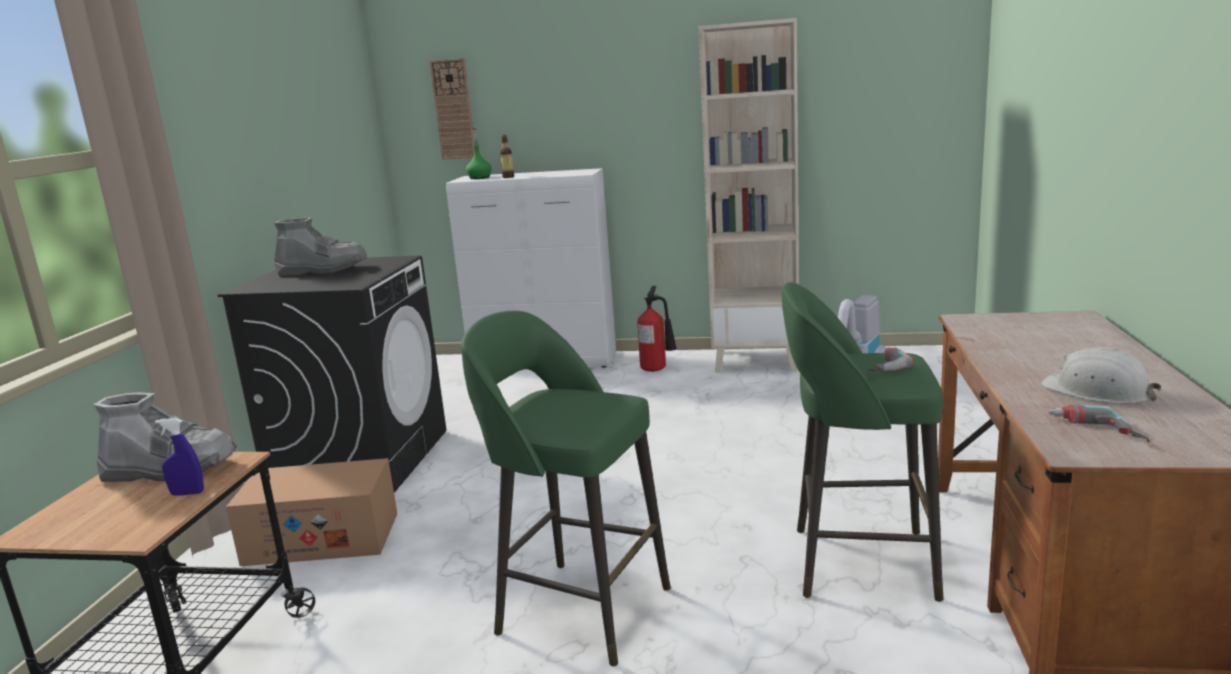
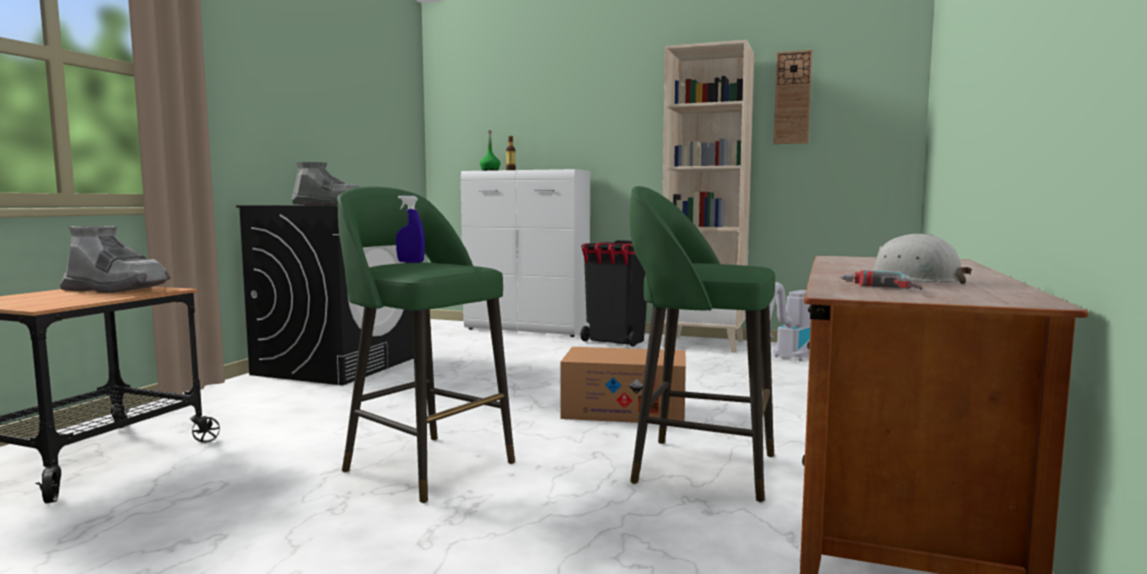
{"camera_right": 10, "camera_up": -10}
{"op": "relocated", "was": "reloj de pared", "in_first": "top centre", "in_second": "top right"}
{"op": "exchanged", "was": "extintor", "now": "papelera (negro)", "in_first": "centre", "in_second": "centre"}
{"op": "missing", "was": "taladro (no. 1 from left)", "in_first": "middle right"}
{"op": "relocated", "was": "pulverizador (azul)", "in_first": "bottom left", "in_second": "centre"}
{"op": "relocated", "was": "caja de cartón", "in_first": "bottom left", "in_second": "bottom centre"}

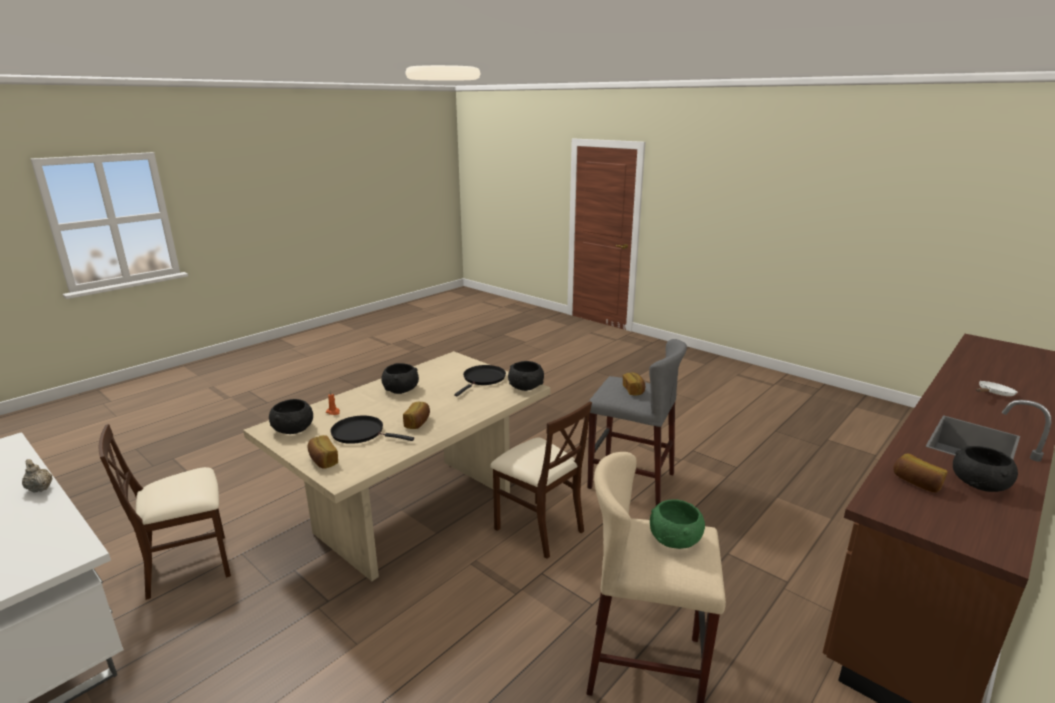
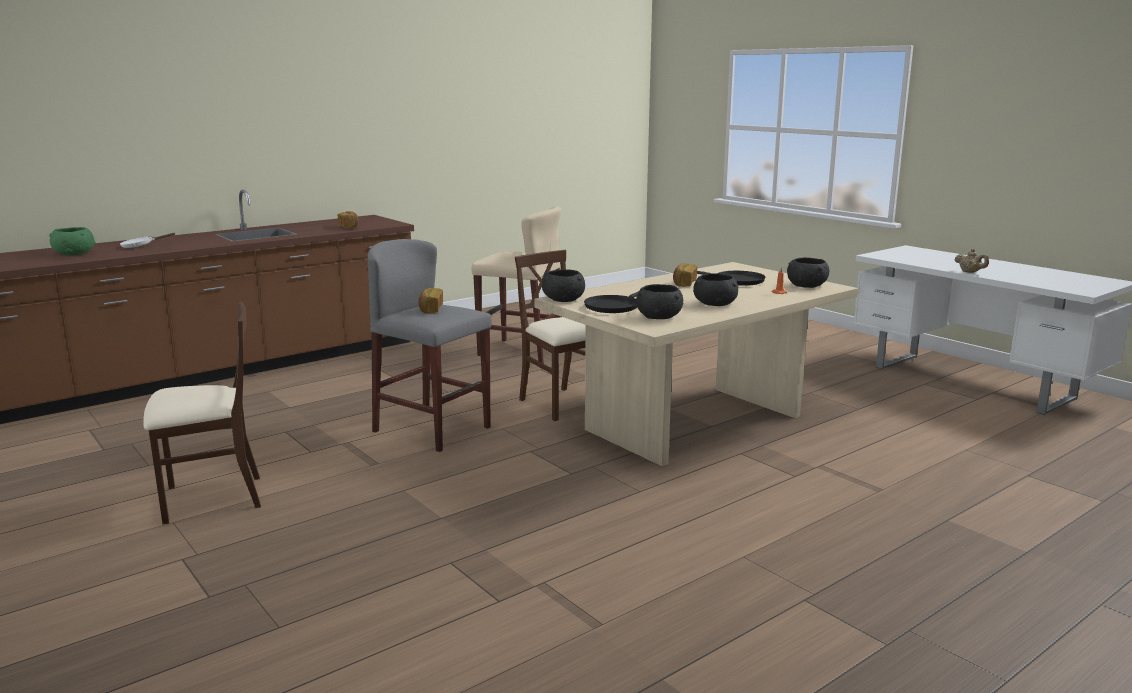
{"camera_right": -170, "camera_up": -5}
{"op": "relocated", "was": "silla (beis) (no. 1 from left)", "in_first": "bottom left", "in_second": "middle left"}
{"op": "missing", "was": "pan (no. 1 from left)", "in_first": "middle left"}
{"op": "relocated", "was": "cuenco (negro) (no. 4 from left in the first image)", "now": "cuenco (negro) (no. 2 from left)", "in_first": "bottom right", "in_second": "centre"}
{"op": "relocated", "was": "cuenco (verde)", "in_first": "bottom centre", "in_second": "middle left"}

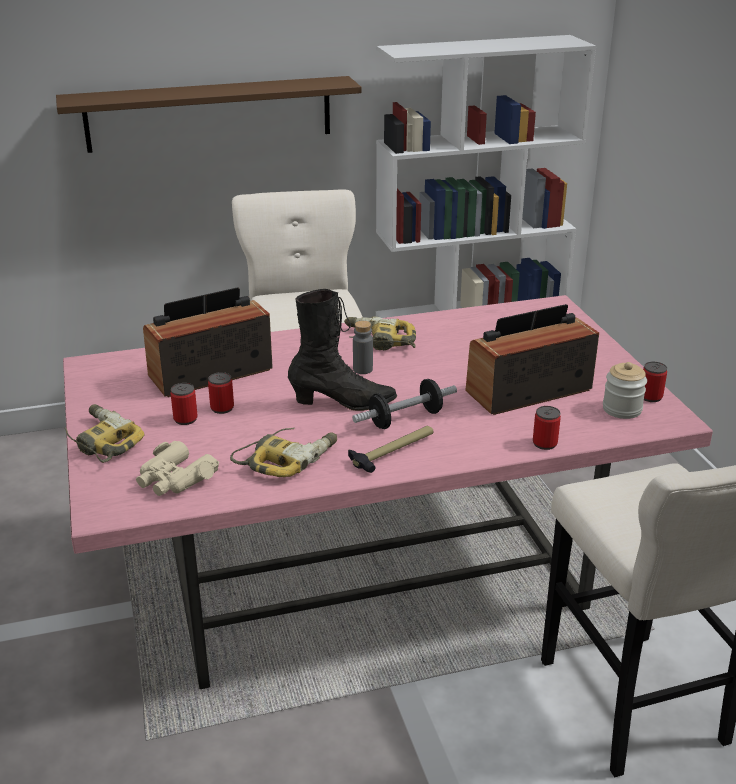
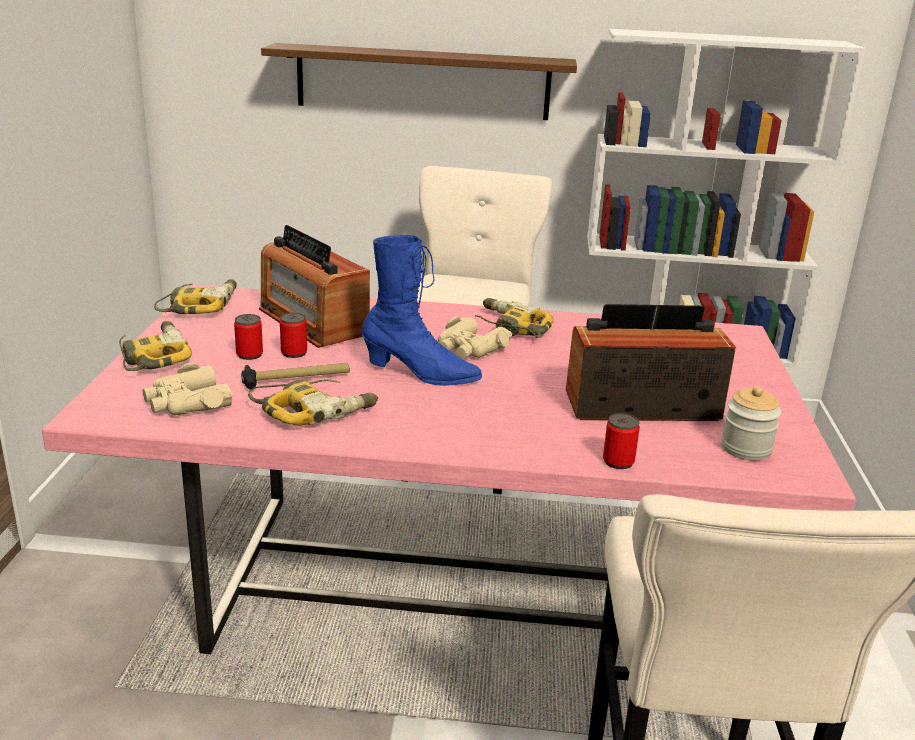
{"camera_right": 20, "camera_up": -5}
{"op": "spun", "was": "radio (no. 1 from left)", "in_first": "middle left", "in_second": "centre", "clockwise": -120}
{"op": "colour", "was": "bota (negro)", "now": "bota (azul)", "in_first": "centre", "in_second": "centre"}
{"op": "exchanged", "was": "botella (gris)", "now": "prismáticos (beis) (no. 2 from left)", "in_first": "centre", "in_second": "centre"}
{"op": "missing", "was": "lata (no. 4 from left)", "in_first": "middle right"}
{"op": "missing", "was": "mancuerna", "in_first": "centre"}
{"op": "relocated", "was": "martillo", "in_first": "centre", "in_second": "middle left"}
{"op": "appeared", "now": "taladro (no. 2 from left)", "in_second": "middle left"}

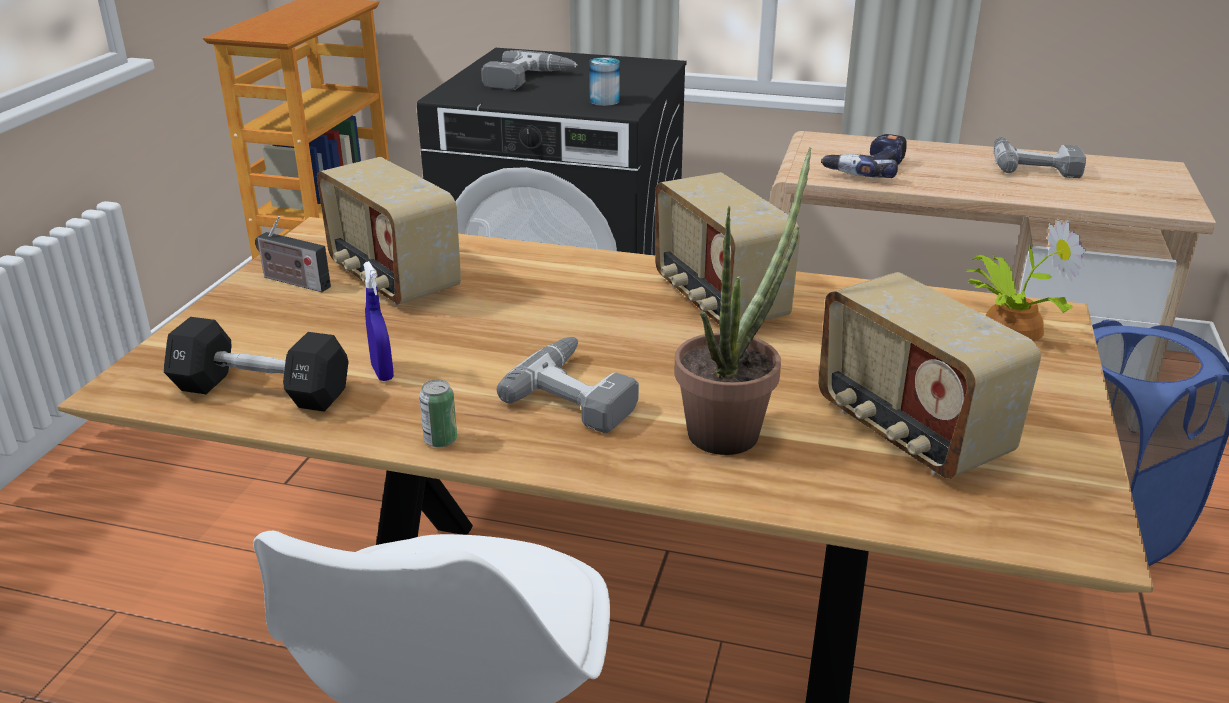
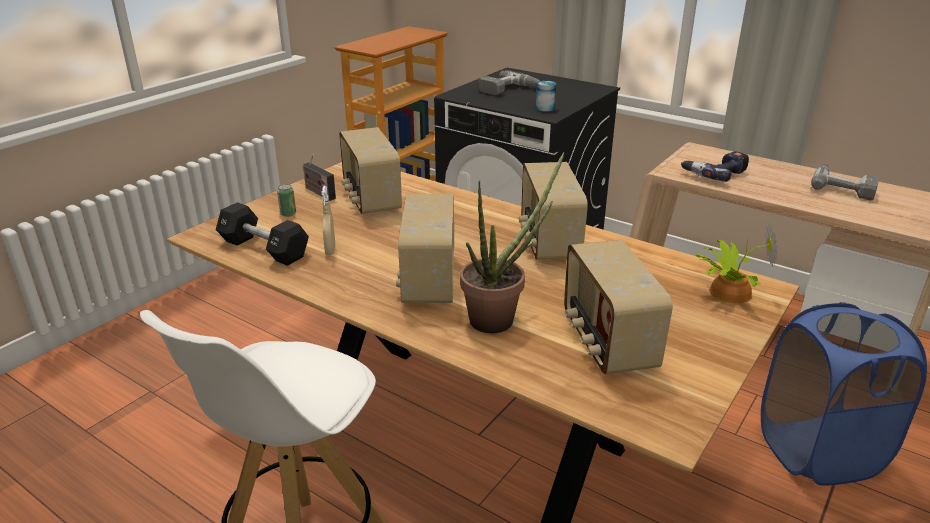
{"camera_right": 20, "camera_up": 0}
{"op": "colour", "was": "pulverizador (azul)", "now": "pulverizador (beis)", "in_first": "middle left", "in_second": "centre"}
{"op": "exchanged", "was": "taladro (no. 2 from left)", "now": "radio (no. 3 from left)", "in_first": "centre", "in_second": "centre"}
{"op": "relocated", "was": "lata (no. 1 from left)", "in_first": "centre", "in_second": "middle left"}

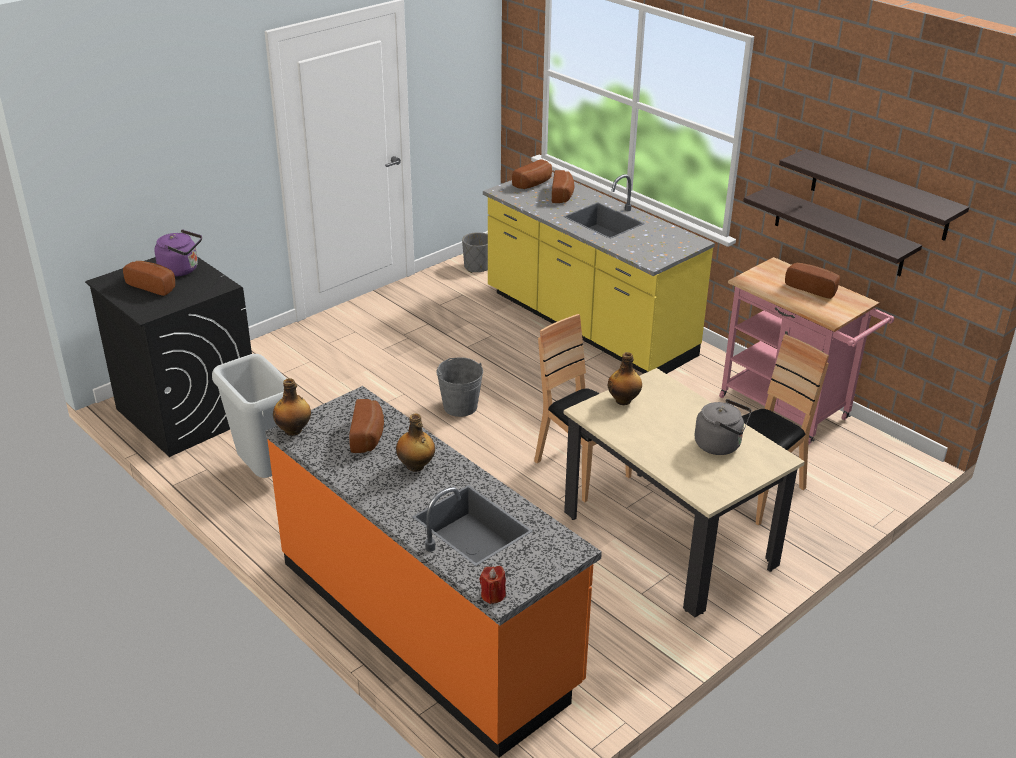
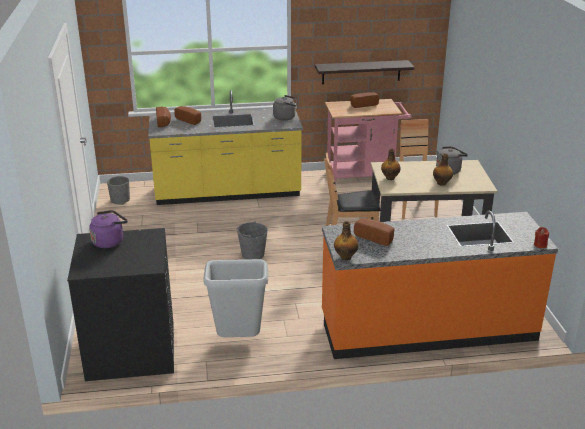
{"camera_right": -55, "camera_up": -5}
{"op": "missing", "was": "estante (no. 2 from left)", "in_first": "top right"}
{"op": "missing", "was": "pan (no. 1 from left)", "in_first": "middle left"}
{"op": "relocated", "was": "botella (no. 2 from left in the first image)", "now": "botella (no. 3 from left)", "in_first": "centre", "in_second": "middle right"}
{"op": "appeared", "now": "hervidor (gris) (no. 1 from left)", "in_second": "top centre"}

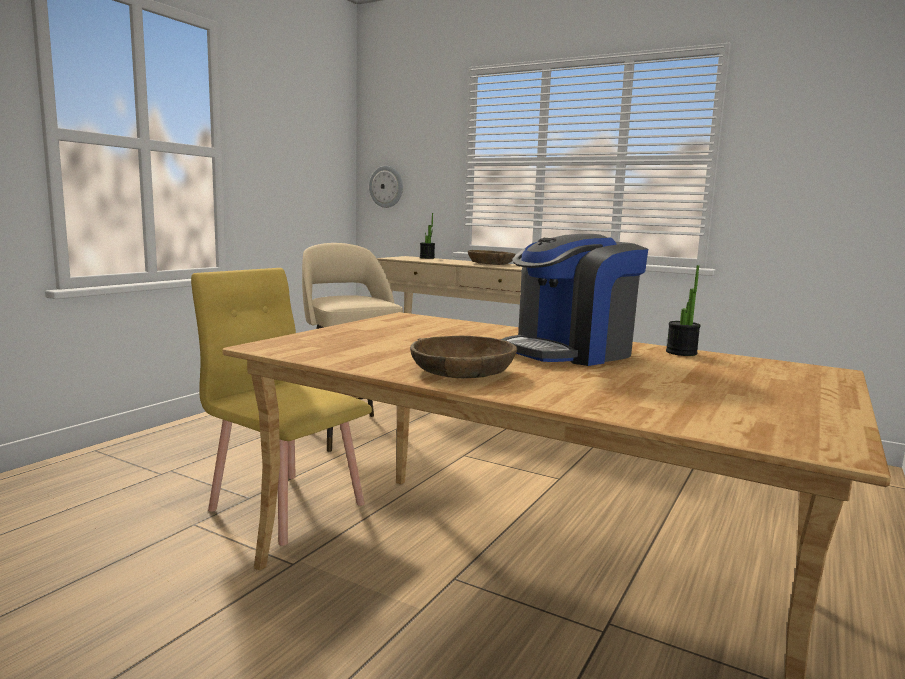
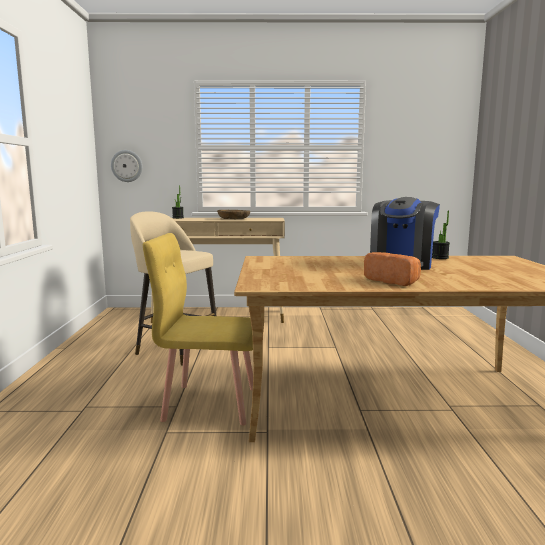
{"camera_right": -30, "camera_up": 0}
{"op": "exchanged", "was": "cuenco (marrón) (no. 1 from left)", "now": "pan", "in_first": "centre", "in_second": "middle right"}

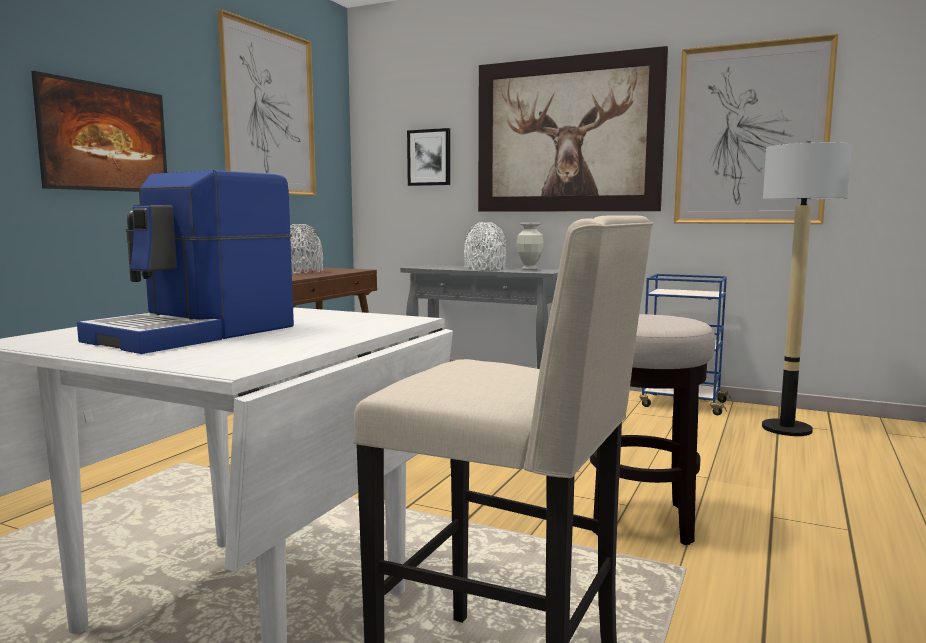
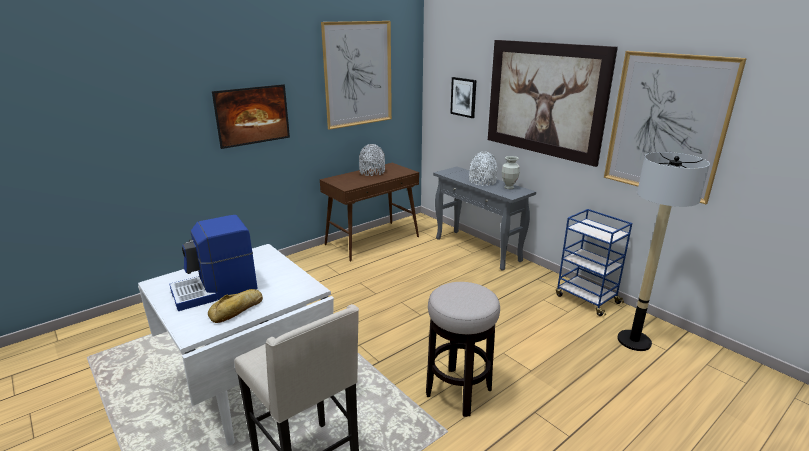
{"camera_right": 25, "camera_up": 15}
{"op": "appeared", "now": "pan", "in_second": "bottom left"}

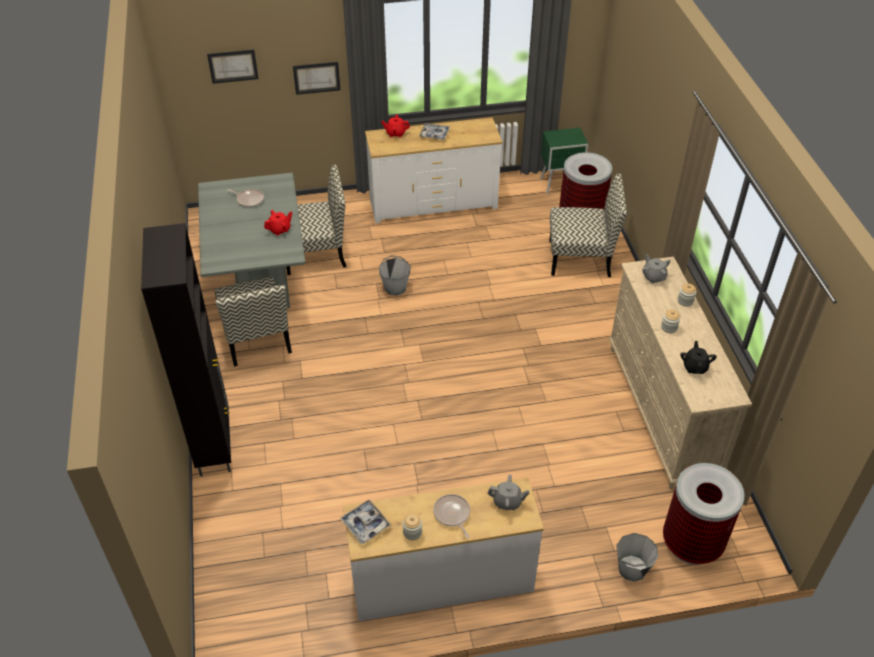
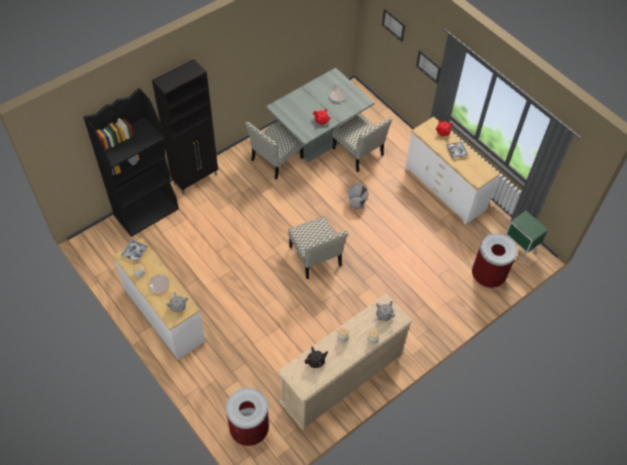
{"camera_right": 60, "camera_up": 10}
{"op": "relocated", "was": "silla (no. 3 from left in the first image)", "now": "silla (no. 2 from left)", "in_first": "middle right", "in_second": "centre"}
{"op": "missing", "was": "cubo (gris) (no. 2 from left)", "in_first": "bottom right"}
{"op": "appeared", "now": "estantería (negro)", "in_second": "middle left"}

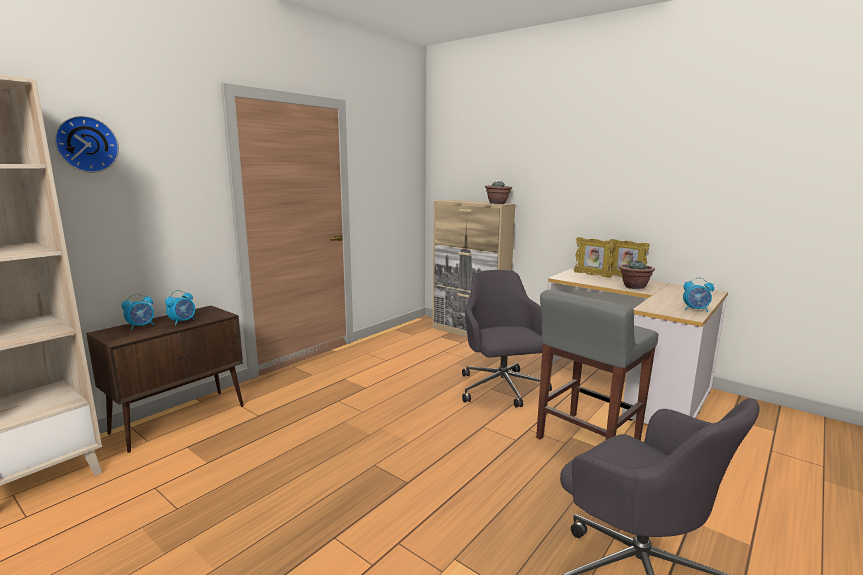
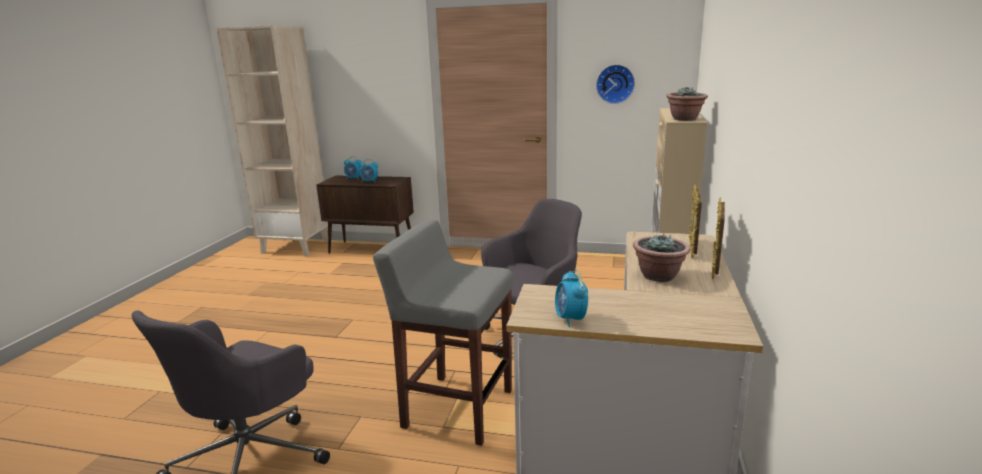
{"camera_right": 65, "camera_up": 5}
{"op": "relocated", "was": "reloj de pared", "in_first": "top left", "in_second": "top centre"}

